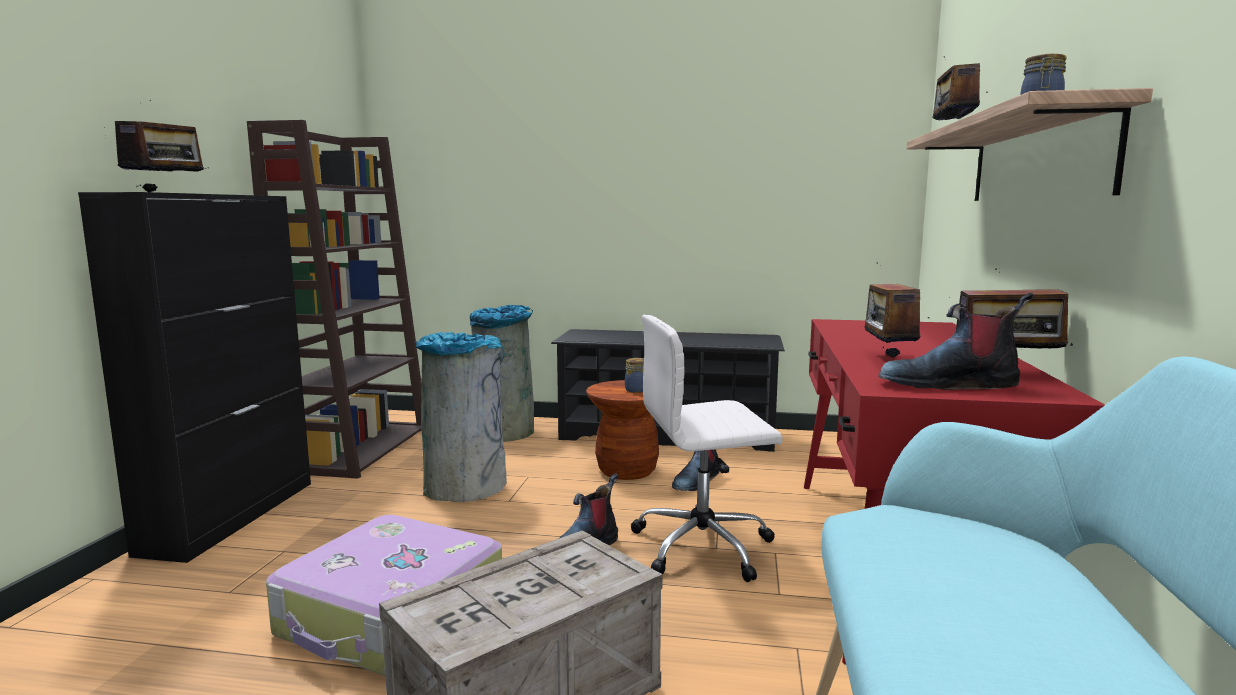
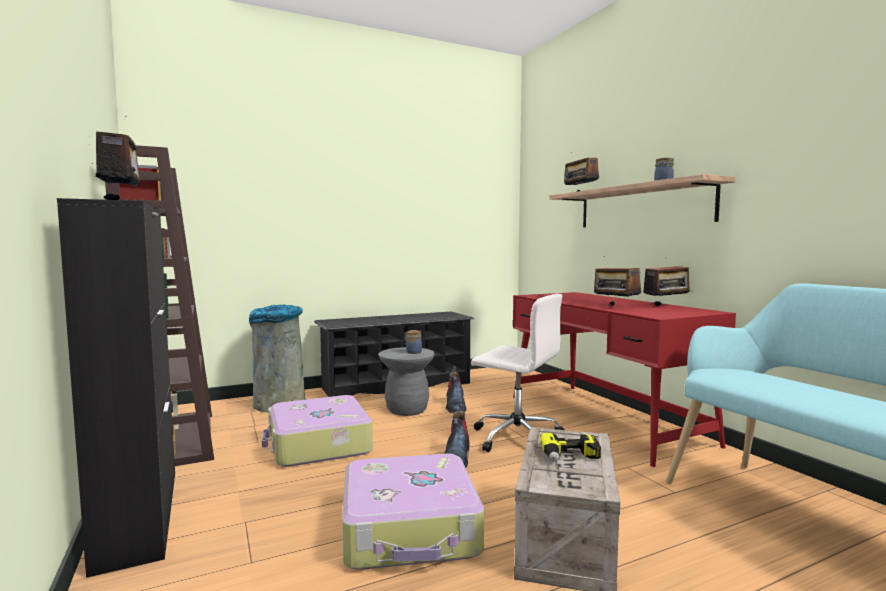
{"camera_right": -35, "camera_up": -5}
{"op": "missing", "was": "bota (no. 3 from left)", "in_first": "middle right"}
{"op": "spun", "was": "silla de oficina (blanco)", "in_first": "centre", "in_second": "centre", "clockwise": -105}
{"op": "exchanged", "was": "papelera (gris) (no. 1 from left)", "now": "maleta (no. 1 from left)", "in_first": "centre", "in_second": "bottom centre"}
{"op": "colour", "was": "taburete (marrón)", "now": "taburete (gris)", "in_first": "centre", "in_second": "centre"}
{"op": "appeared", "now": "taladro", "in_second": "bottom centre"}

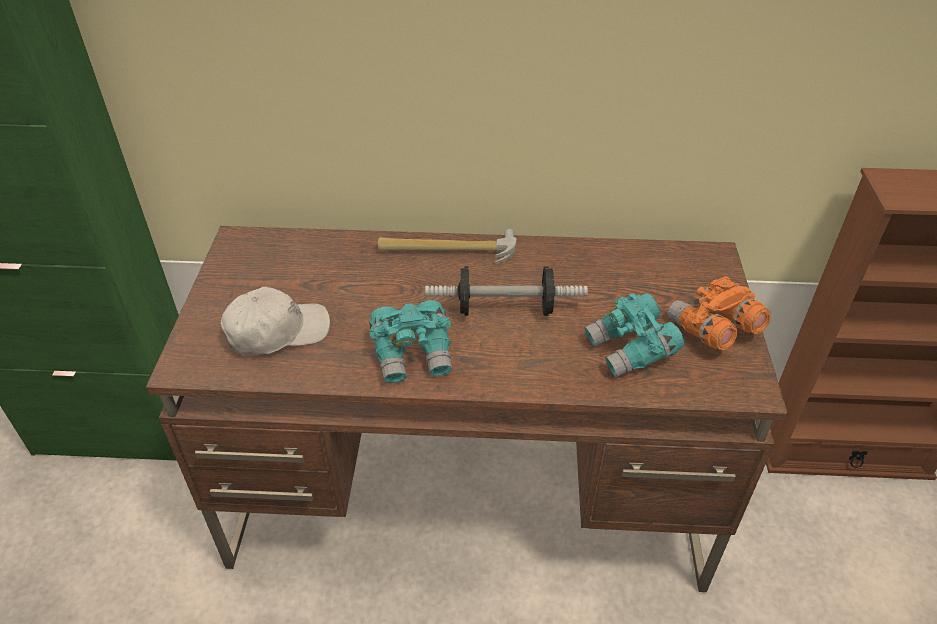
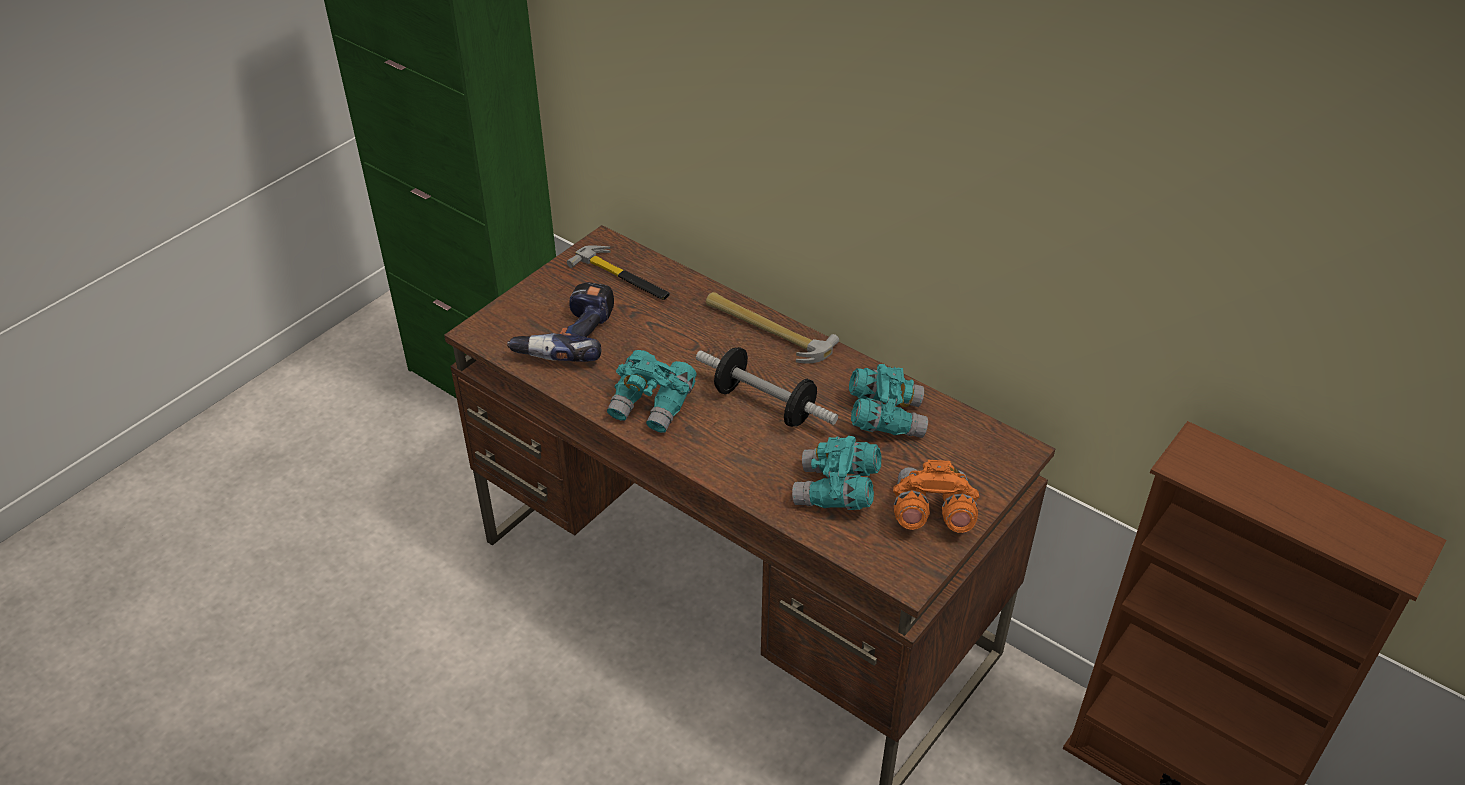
{"camera_right": 35, "camera_up": 0}
{"op": "exchanged", "was": "gorra (blanco)", "now": "taladro", "in_first": "middle left", "in_second": "centre"}
{"op": "appeared", "now": "martillo (no. 1 from left)", "in_second": "centre"}
{"op": "appeared", "now": "prismáticos (turquesa) (no. 3 from left)", "in_second": "centre"}

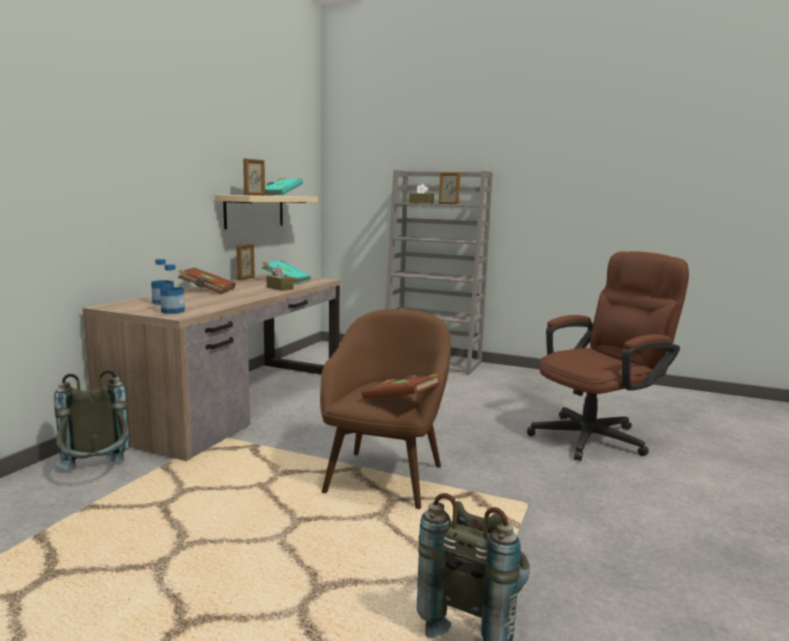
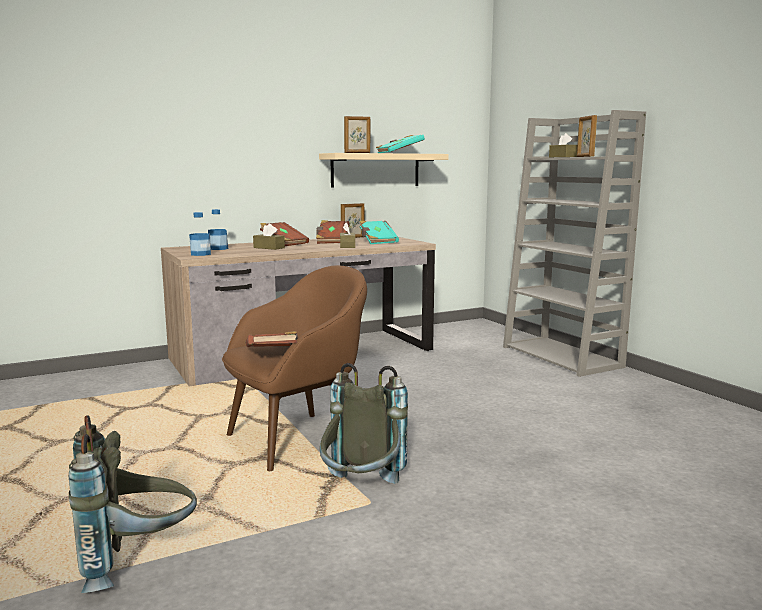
{"camera_right": 40, "camera_up": 0}
{"op": "missing", "was": "silla de oficina (marrón)", "in_first": "middle right"}
{"op": "relocated", "was": "mochila (gris) (no. 1 from left in the first image)", "now": "mochila (gris) (no. 2 from left)", "in_first": "middle left", "in_second": "bottom centre"}
{"op": "appeared", "now": "libro (marrón) (no. 3 from left)", "in_second": "centre"}
{"op": "appeared", "now": "caja de pañuelos (marrón) (no. 1 from left)", "in_second": "centre"}

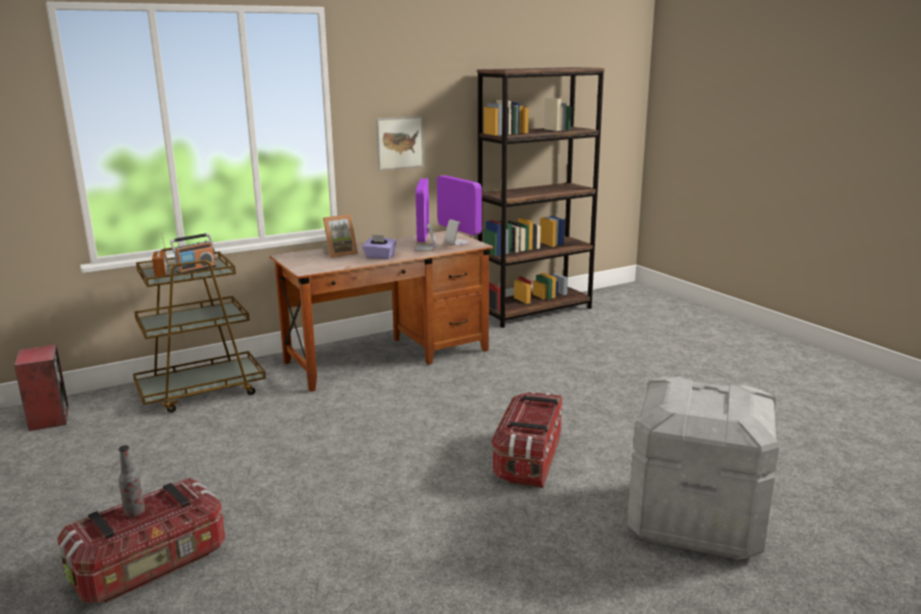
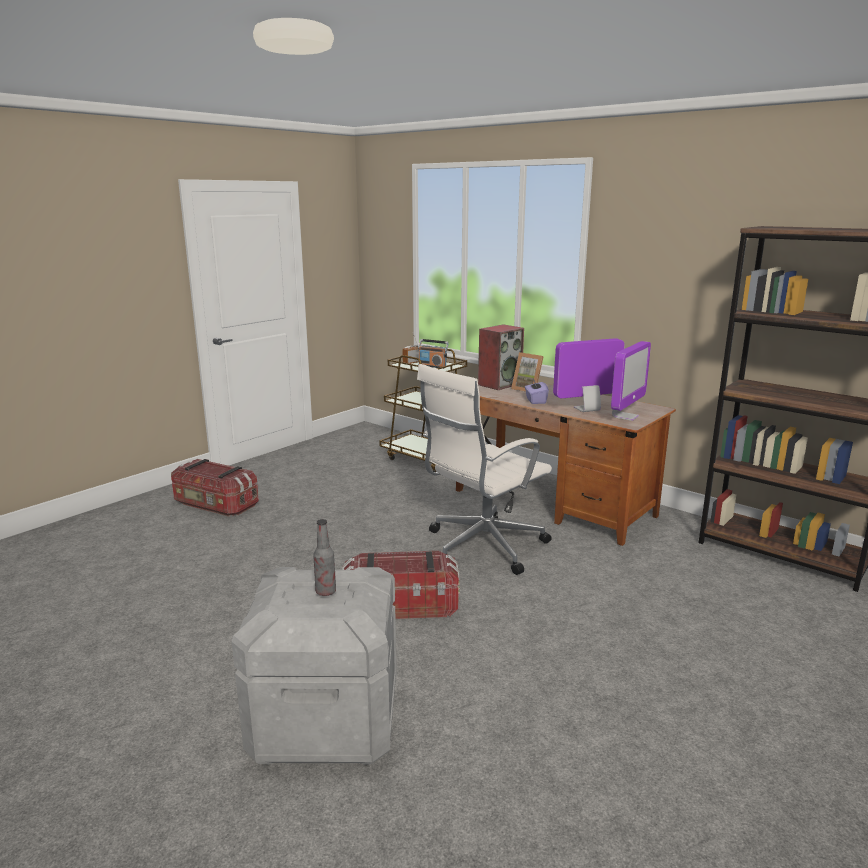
{"camera_right": 70, "camera_up": 0}
{"op": "missing", "was": "cuadro", "in_first": "top centre"}
{"op": "relocated", "was": "altavoz", "in_first": "middle left", "in_second": "centre"}
{"op": "relocated", "was": "botella", "in_first": "bottom left", "in_second": "centre"}
{"op": "appeared", "now": "silla de oficina (blanco)", "in_second": "centre"}

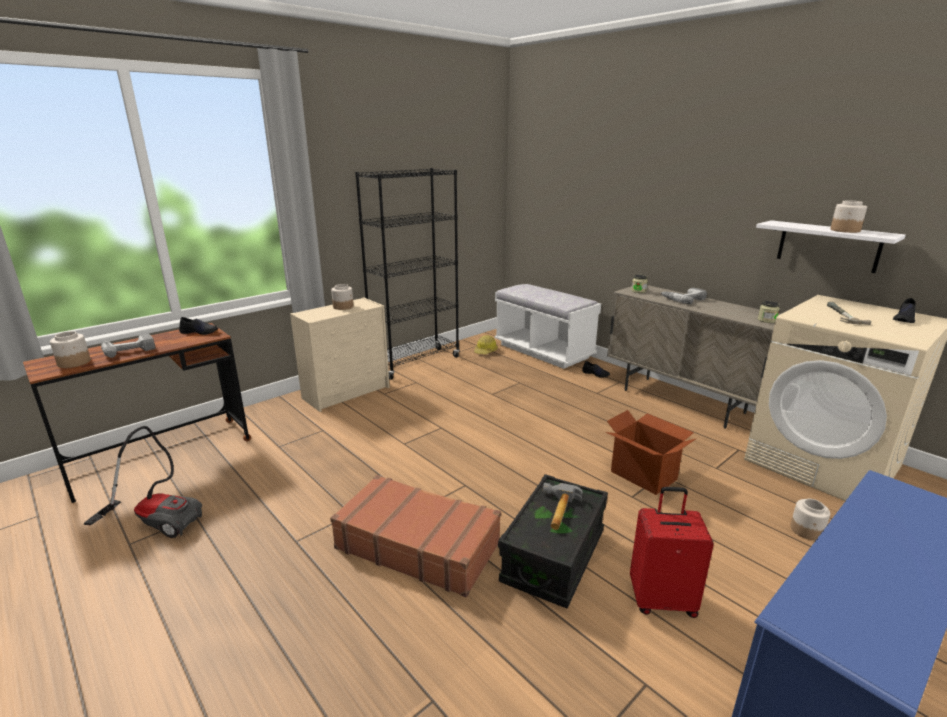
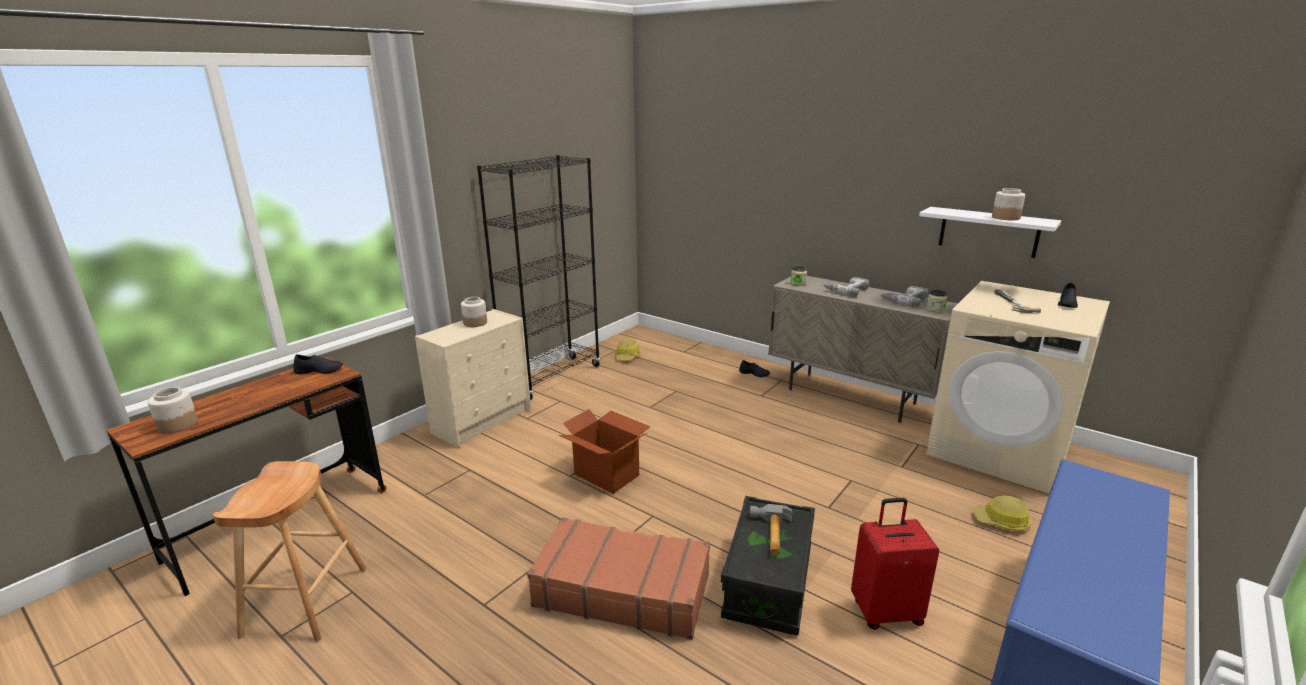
{"camera_right": -10, "camera_up": 0}
{"op": "missing", "was": "banco (blanco)", "in_first": "centre"}
{"op": "relocated", "was": "taladro (no. 1 from left in the first image)", "now": "taladro (no. 2 from left)", "in_first": "middle left", "in_second": "middle right"}
{"op": "relocated", "was": "caja de cartón", "in_first": "middle right", "in_second": "centre"}
{"op": "exchanged", "was": "aspiradora", "now": "taburete (marrón)", "in_first": "bottom left", "in_second": "bottom left"}
{"op": "exchanged", "was": "tarro (no. 5 from left)", "now": "casco (no. 2 from left)", "in_first": "bottom right", "in_second": "bottom right"}

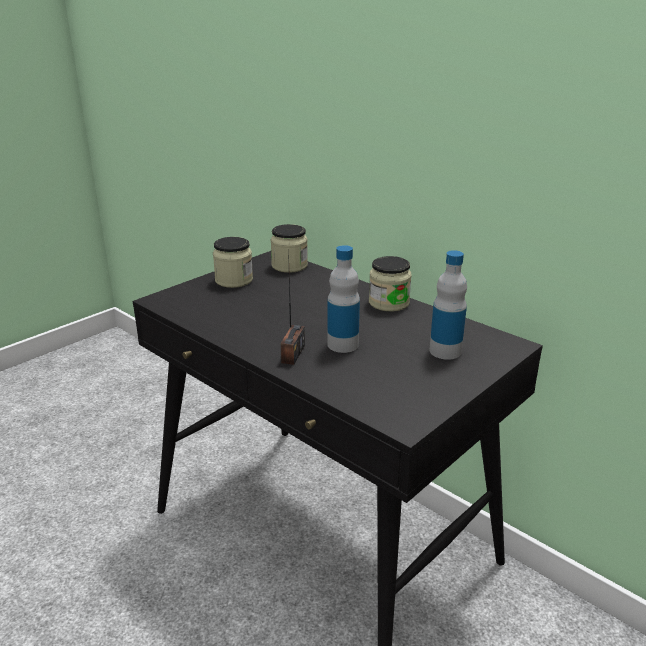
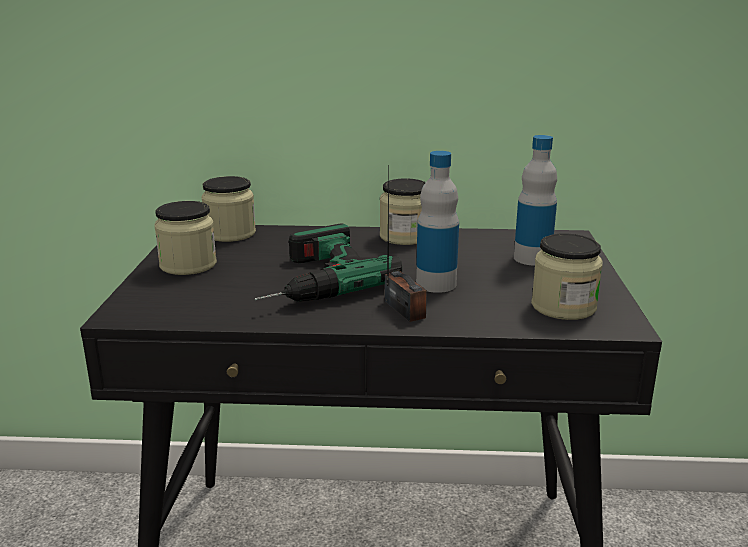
{"camera_right": -40, "camera_up": -5}
{"op": "appeared", "now": "taladro", "in_second": "centre"}
{"op": "appeared", "now": "tarro (no. 4 from left)", "in_second": "middle right"}

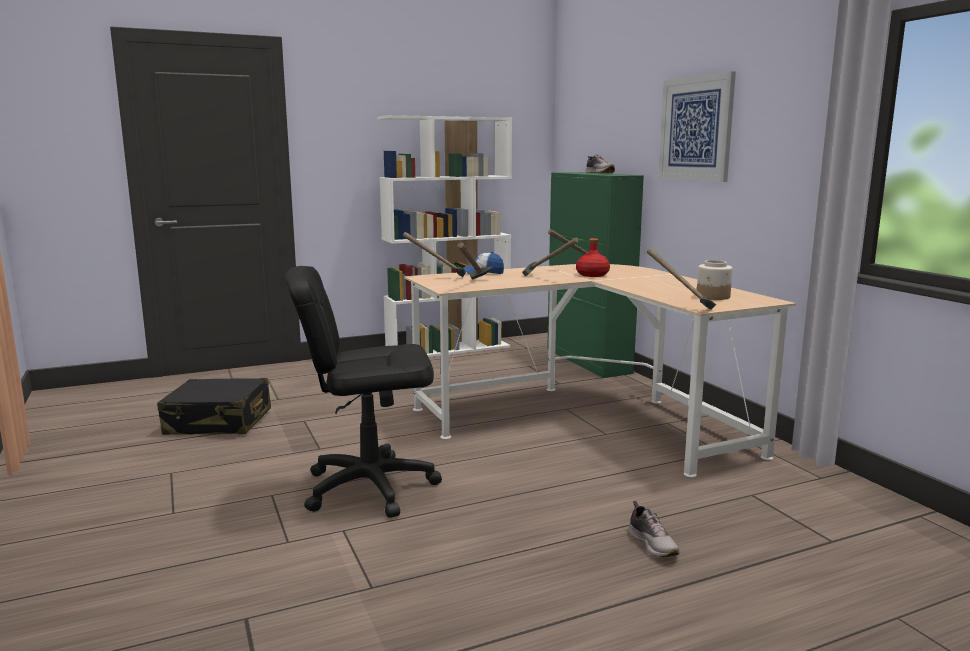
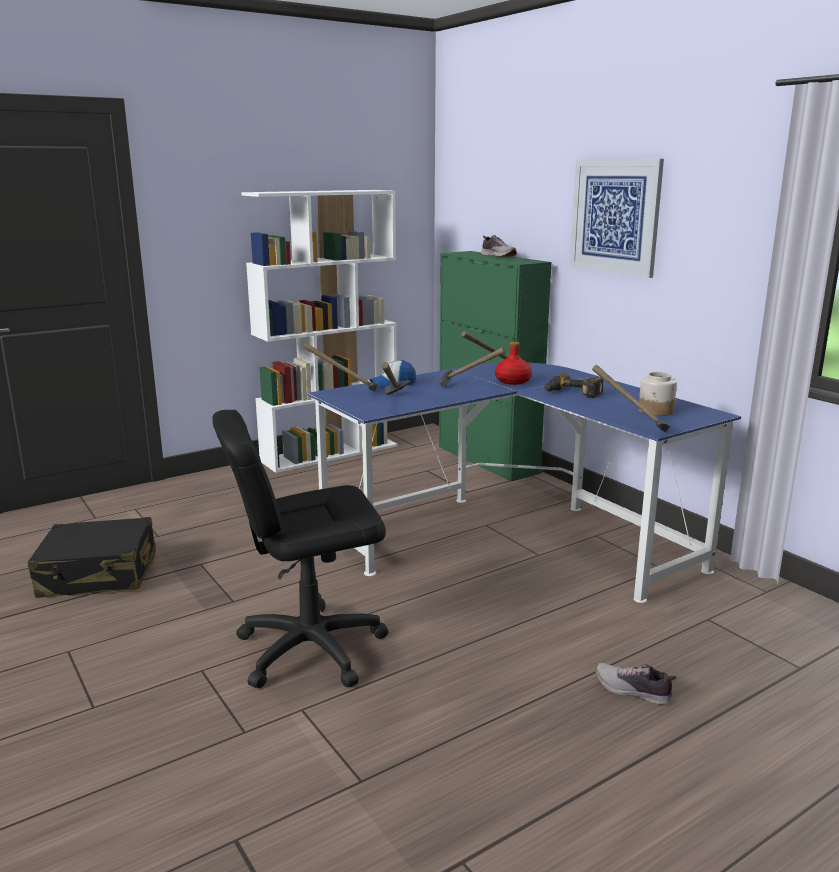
{"camera_right": -10, "camera_up": 5}
{"op": "colour", "was": "escritorio (beis)", "now": "escritorio (azul)", "in_first": "centre", "in_second": "centre"}
{"op": "spun", "was": "zapato (no. 2 from left)", "in_first": "bottom right", "in_second": "bottom right", "clockwise": 150}
{"op": "appeared", "now": "taladro", "in_second": "middle right"}

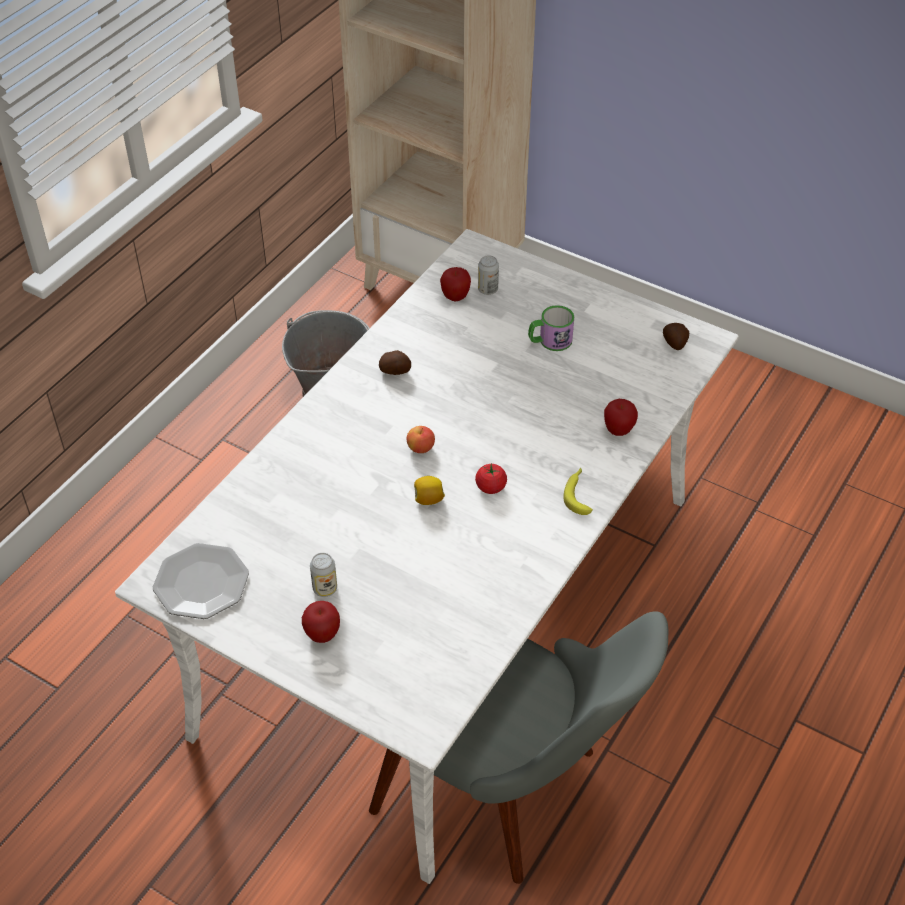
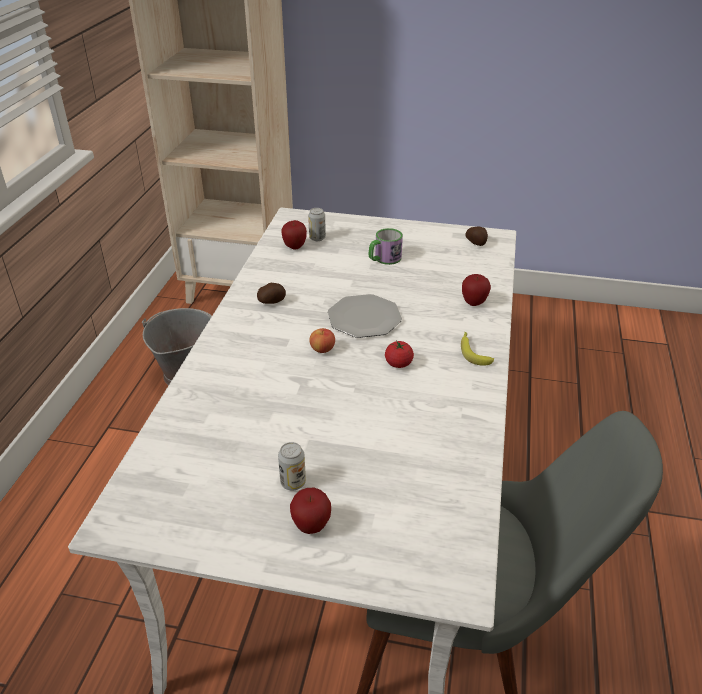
{"camera_right": -20, "camera_up": -10}
{"op": "missing", "was": "limón", "in_first": "centre"}
{"op": "relocated", "was": "plato", "in_first": "middle left", "in_second": "centre"}

